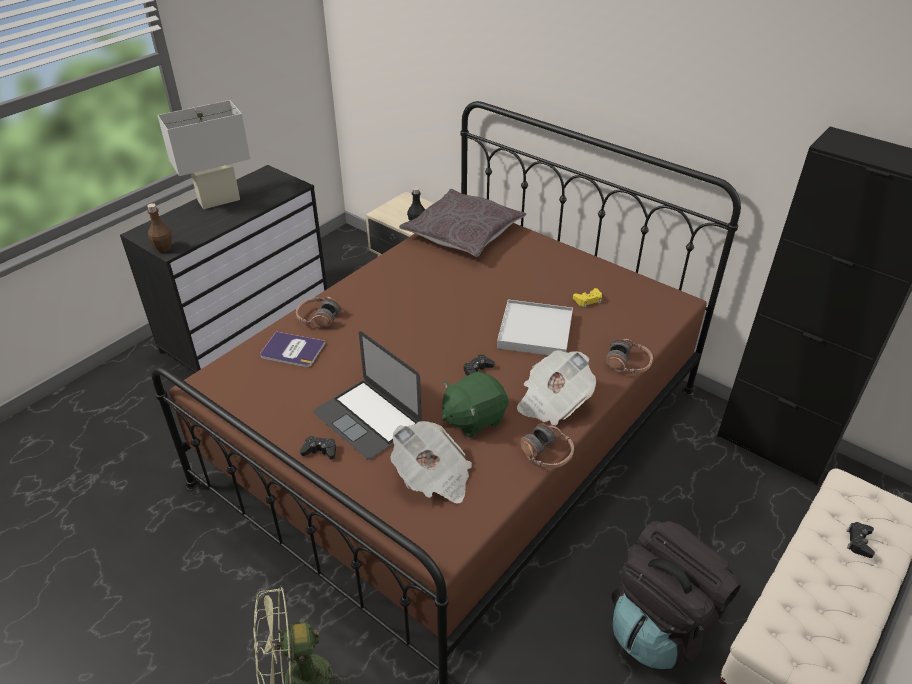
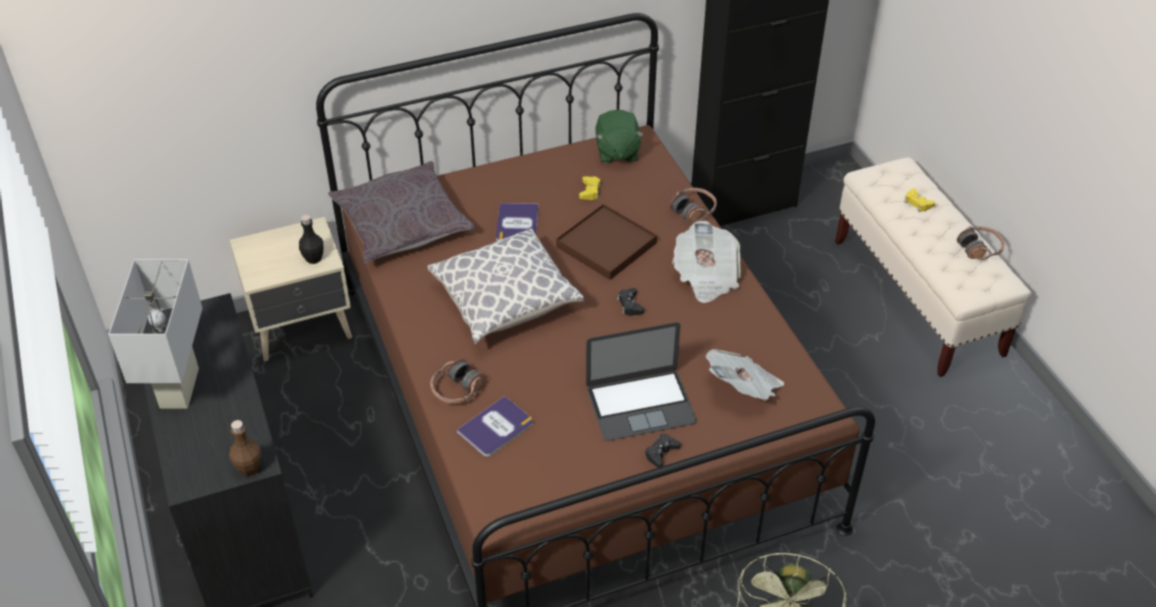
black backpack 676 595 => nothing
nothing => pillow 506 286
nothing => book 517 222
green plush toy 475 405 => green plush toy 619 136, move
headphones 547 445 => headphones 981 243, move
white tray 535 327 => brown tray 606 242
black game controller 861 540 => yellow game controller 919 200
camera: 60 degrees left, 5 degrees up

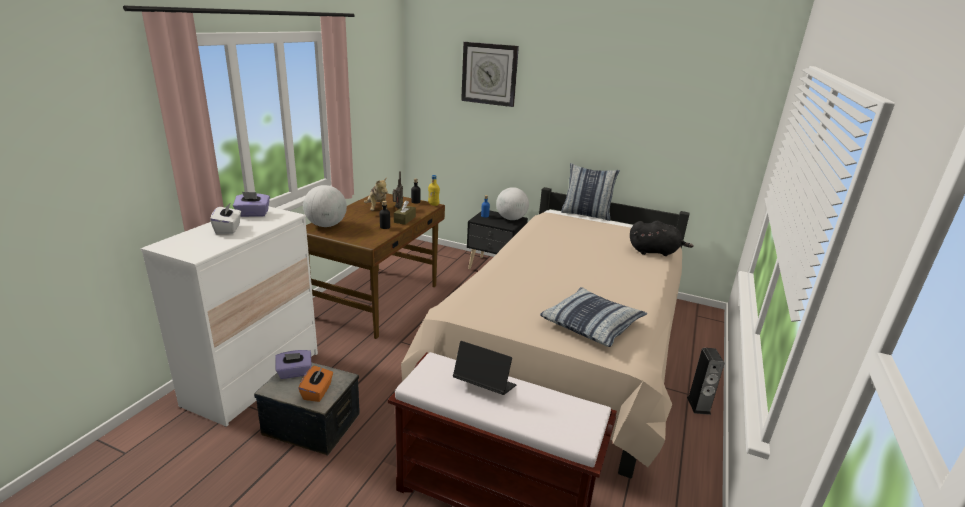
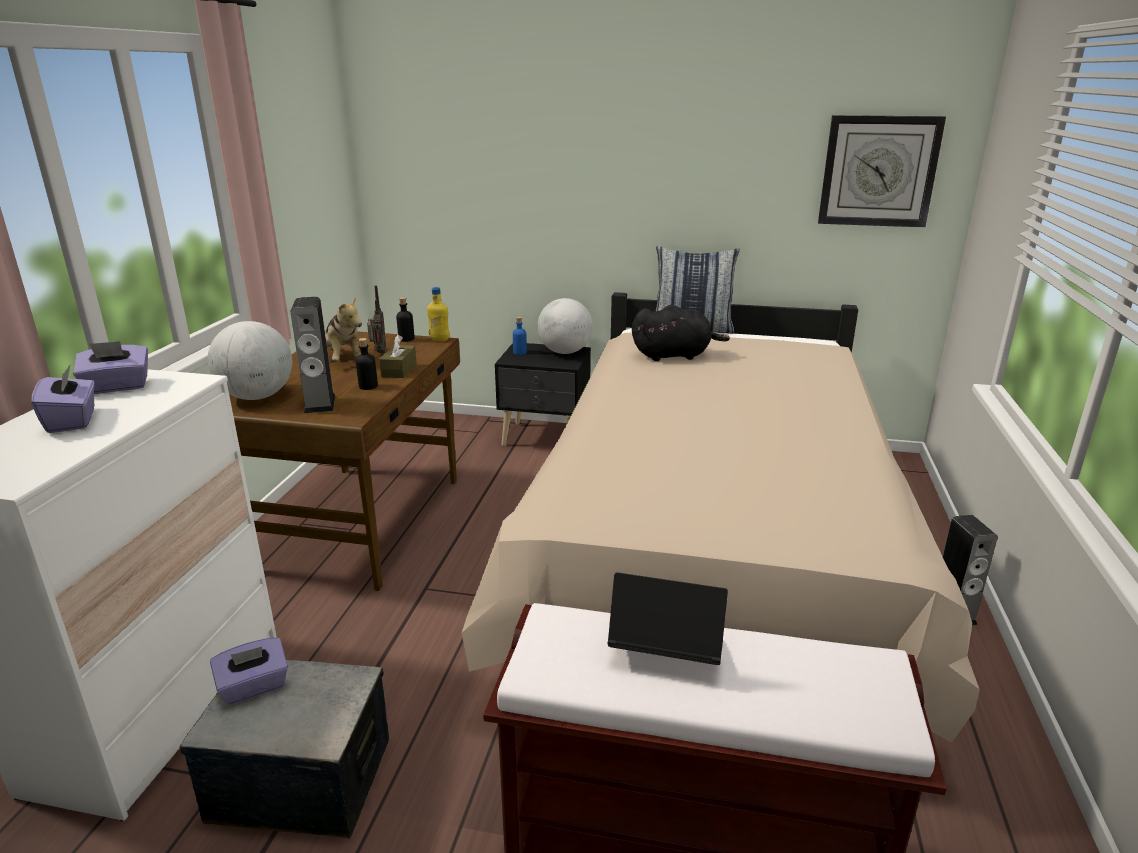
orange tissue box 315 384 => nothing
pillow 593 317 => nothing
nothing => speaker 313 355
wall clock 490 74 => wall clock 882 171, move
black plush toy 662 238 => black plush toy 681 333, move
white tissue box 225 218 => purple tissue box 63 398
camera: 10 degrees left, 0 degrees up

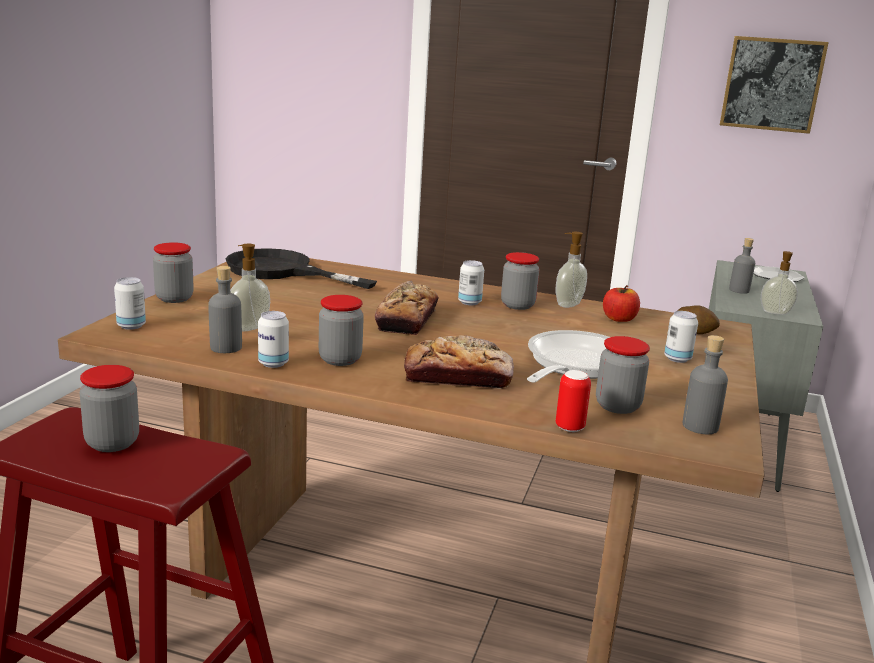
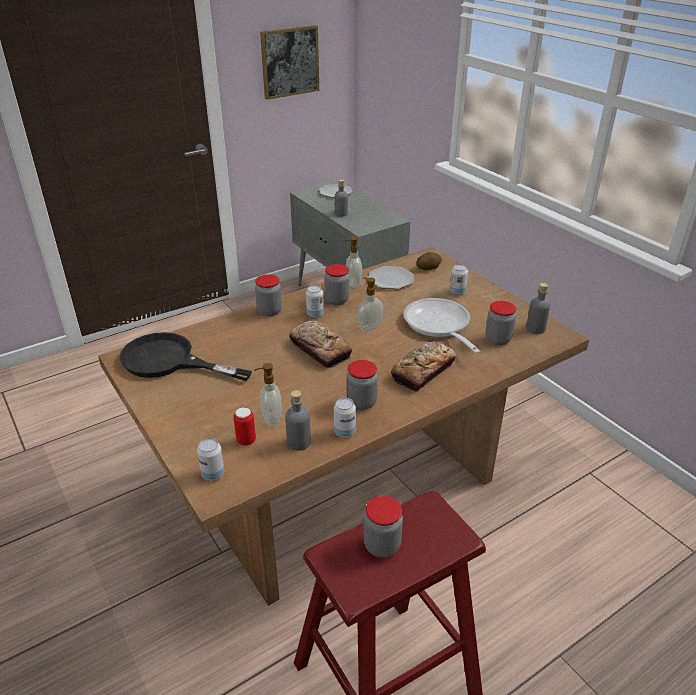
jar 173 272 => jar 268 295, move
can 573 401 => can 244 426, move
soap dispenser 779 283 => soap dispenser 370 305, move
apple 621 303 => plate 391 277
black frying pan 301 268 => black frying pan 185 356, 45 degrees clockwise
camera: 50 degrees left, 15 degrees up

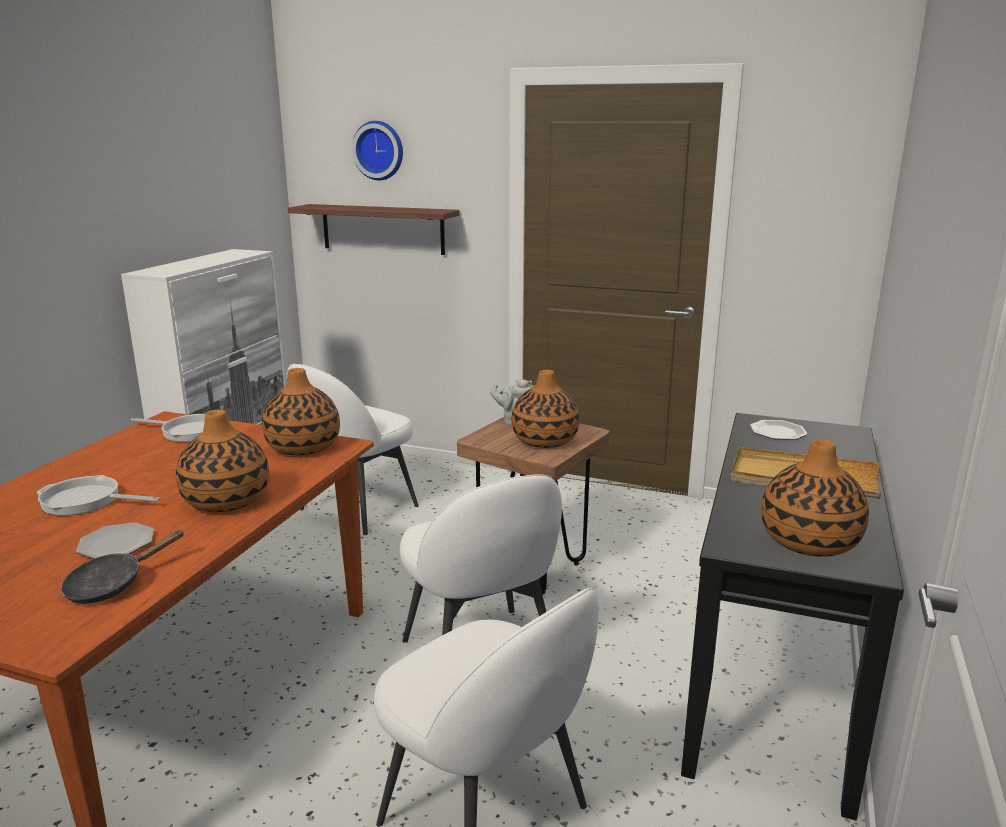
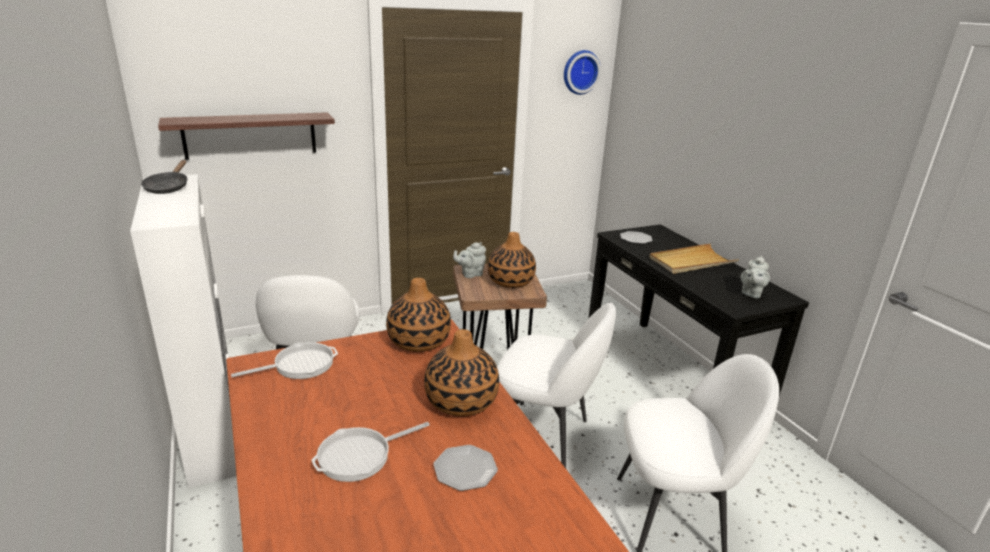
black frying pan 122 567 => black frying pan 164 177, move
wall clock 377 150 => wall clock 582 72, move
vase 815 498 => grey teapot 755 277
camera: 45 degrees left, 5 degrees up

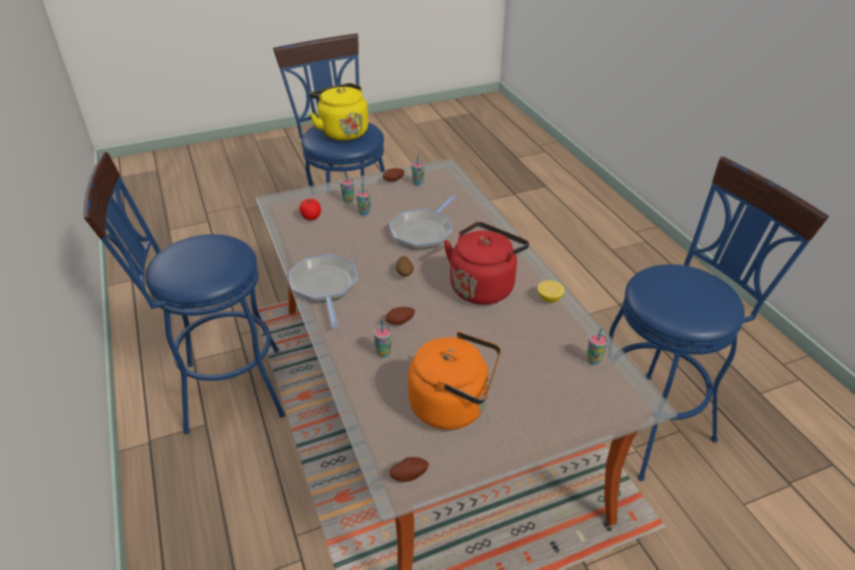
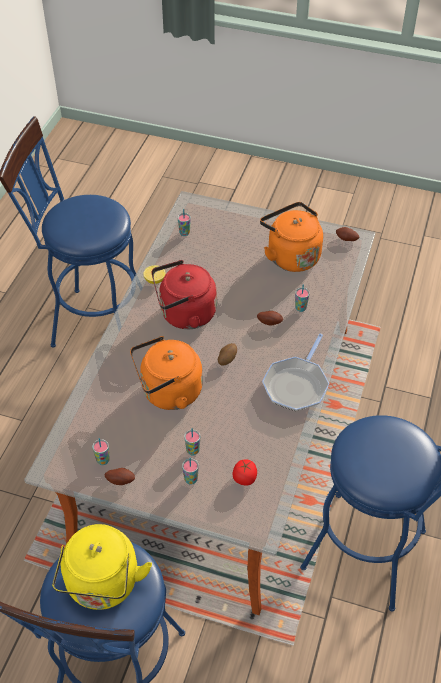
frying pan 422 222 => orange kettle 166 373
camera: 140 degrees left, 10 degrees up

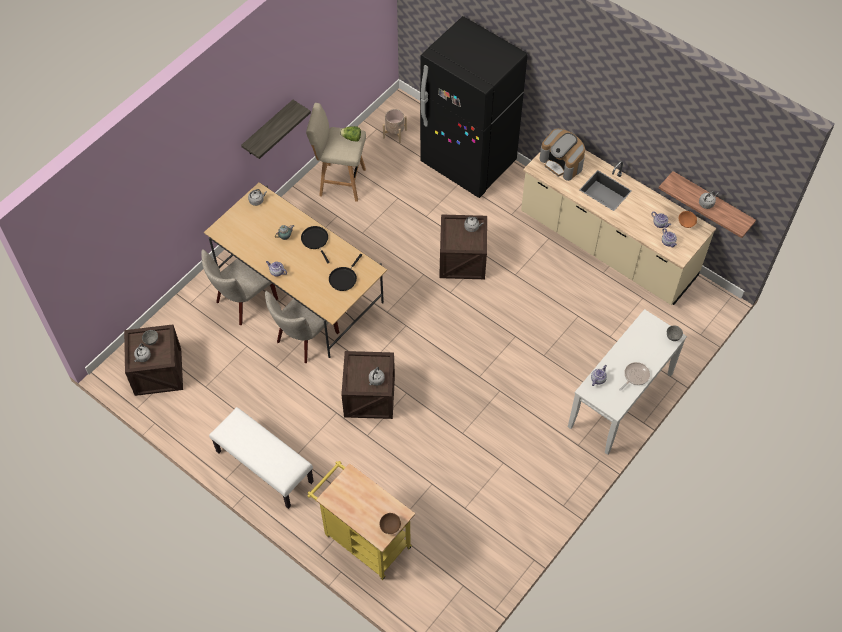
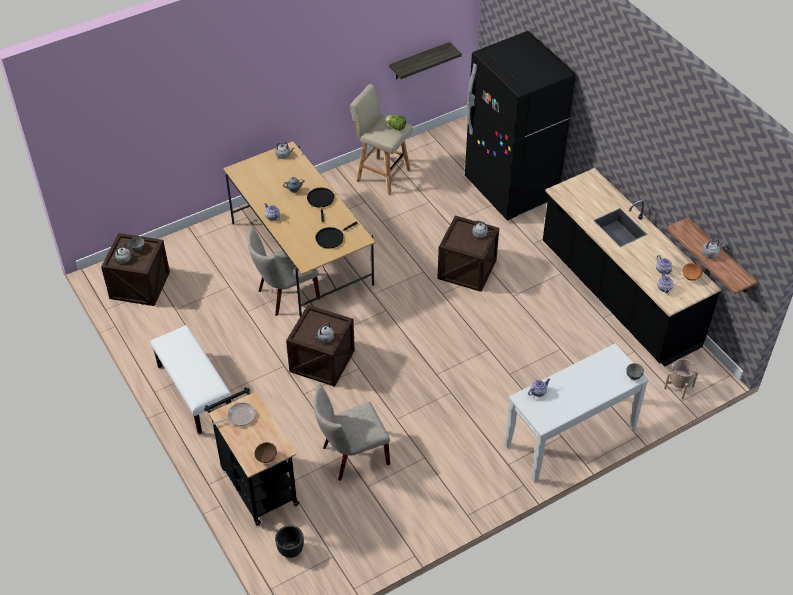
coffee machine 562 155 => nothing
nothing => black planter 289 541
beige chair 239 287 => beige chair 352 432, move
shelf 276 129 => shelf 425 60, move
beige planter 395 126 => beige planter 681 379, move
frying pan 634 376 => frying pan 234 414, move
yellow cart 361 520 => black cart 251 456
beige counter 618 227 => black counter 632 267
camera: 20 degrees right, 10 degrees down

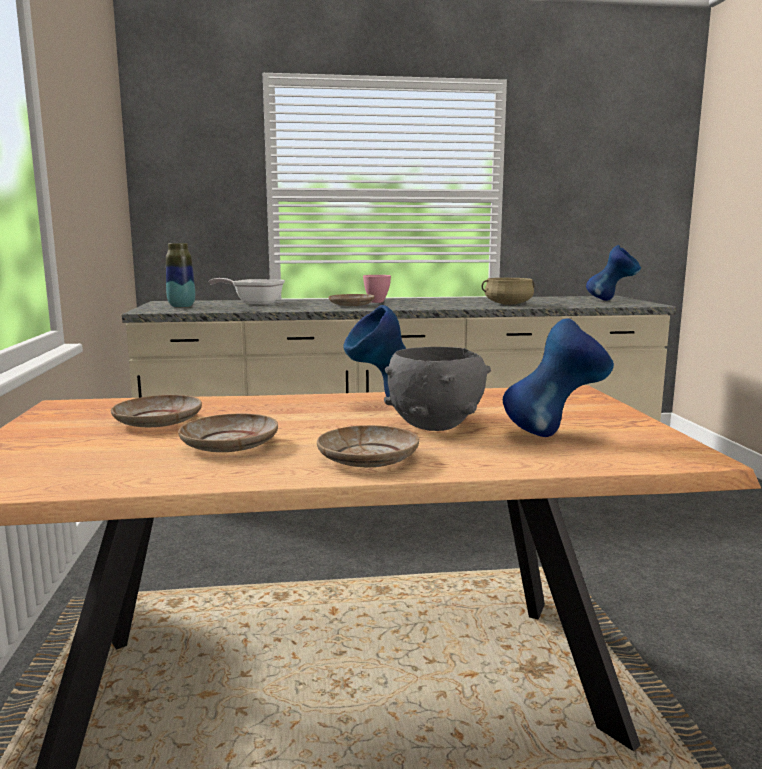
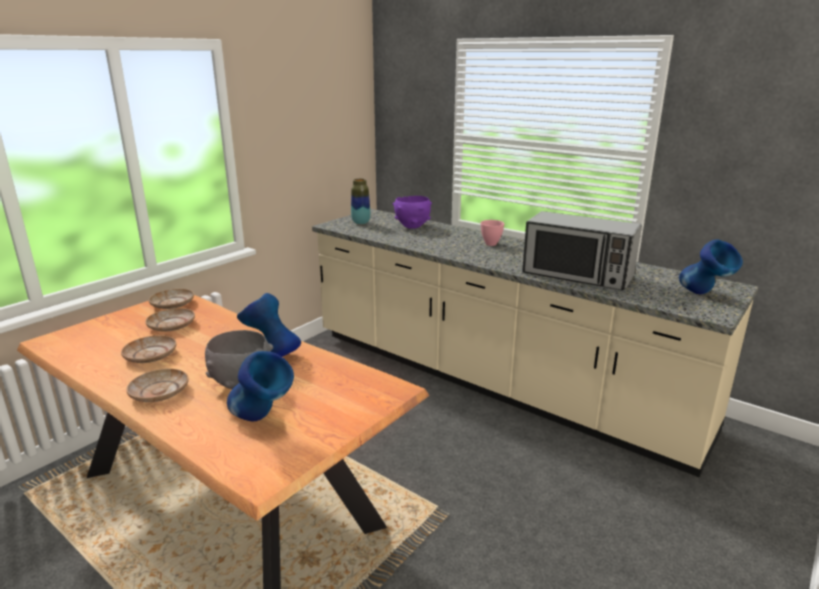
beige plate 351 300 => beige plate 171 299, move
frying pan 247 291 => purple bowl 412 212
beige cooking pot 508 291 => microwave 582 250
camera: 45 degrees right, 10 degrees up

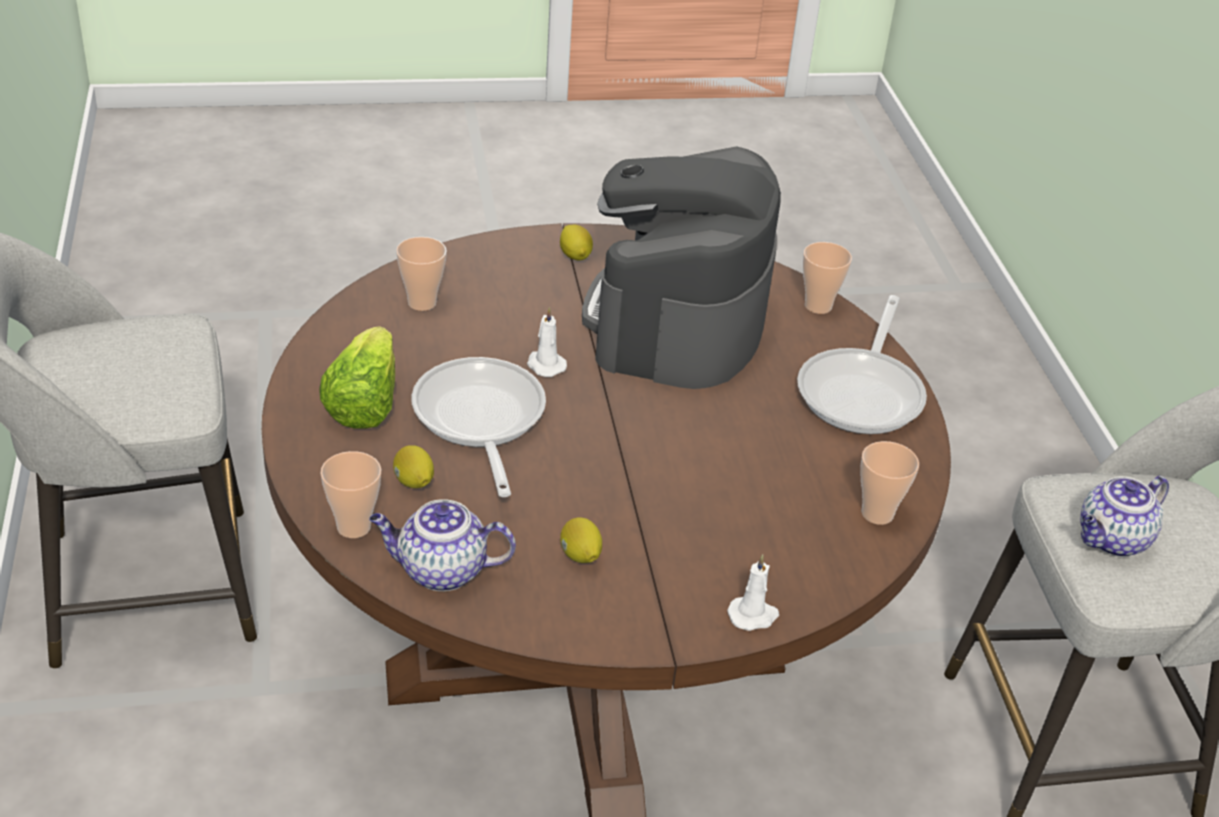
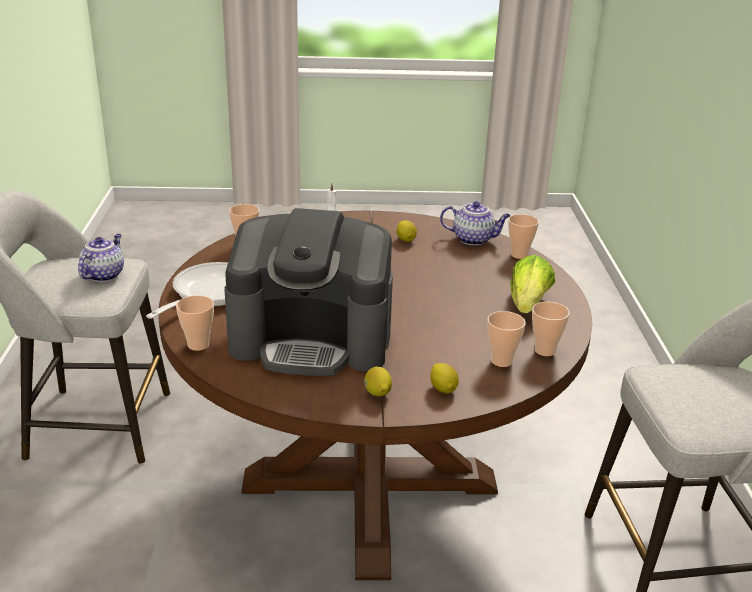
frying pan 478 427 => nothing
white candle 547 342 => nothing
nothing => cup 551 329
lemon 413 466 => lemon 444 378, move
coffee machine 681 267 => coffee machine 308 292, 75 degrees clockwise
teapot 1124 516 => teapot 101 258, 45 degrees counterclockwise
camera: 170 degrees left, 10 degrees down

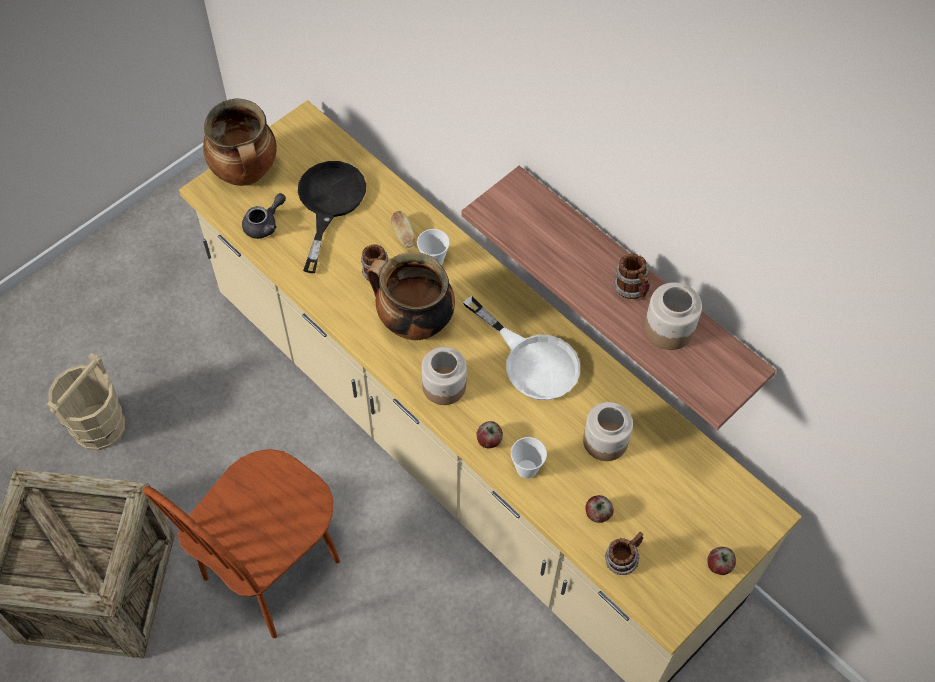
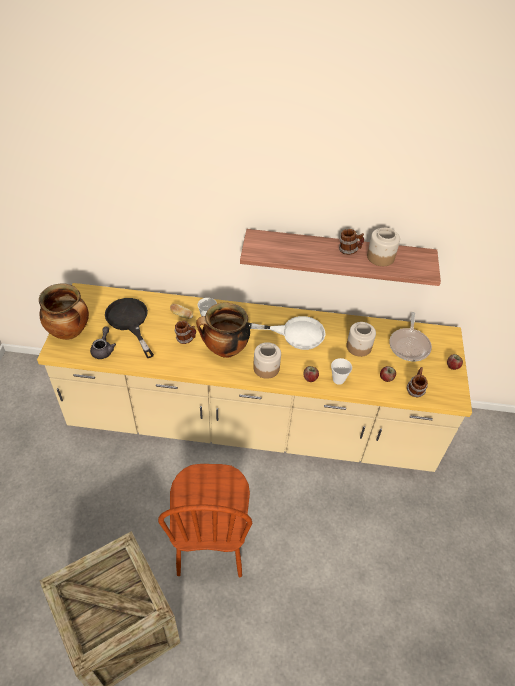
beige bucket 86 401 => nothing
nothing => frying pan 410 336
camera: 40 degrees left, 10 degrees down

